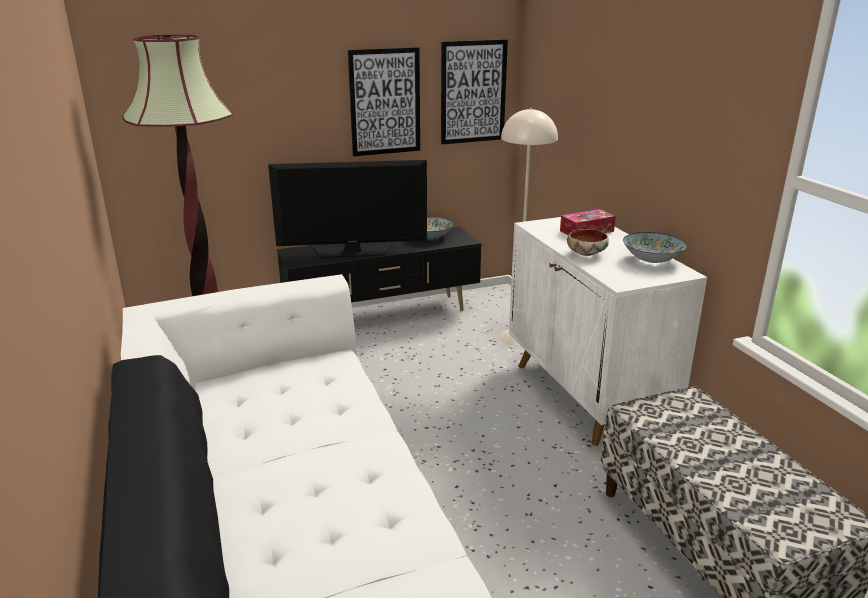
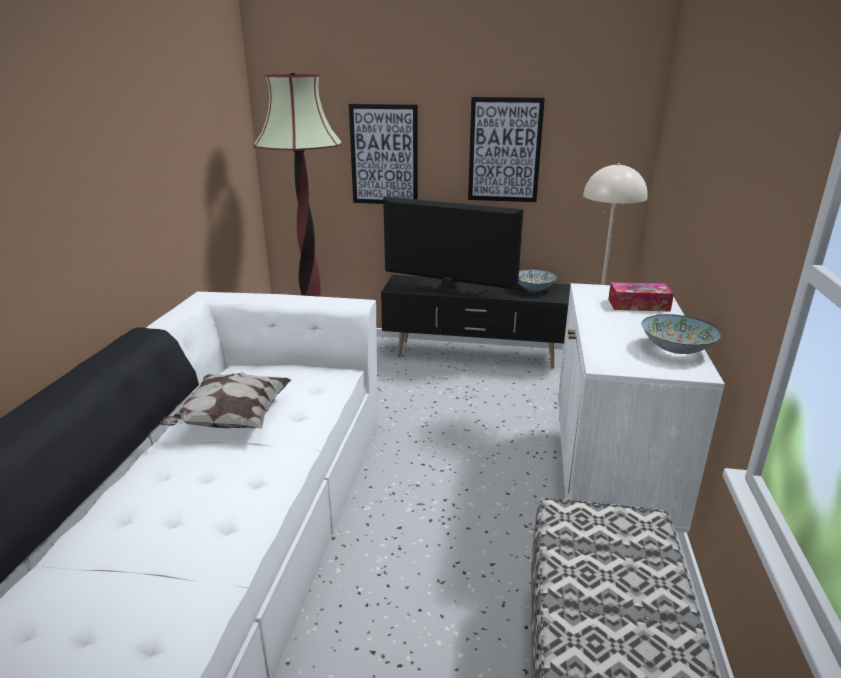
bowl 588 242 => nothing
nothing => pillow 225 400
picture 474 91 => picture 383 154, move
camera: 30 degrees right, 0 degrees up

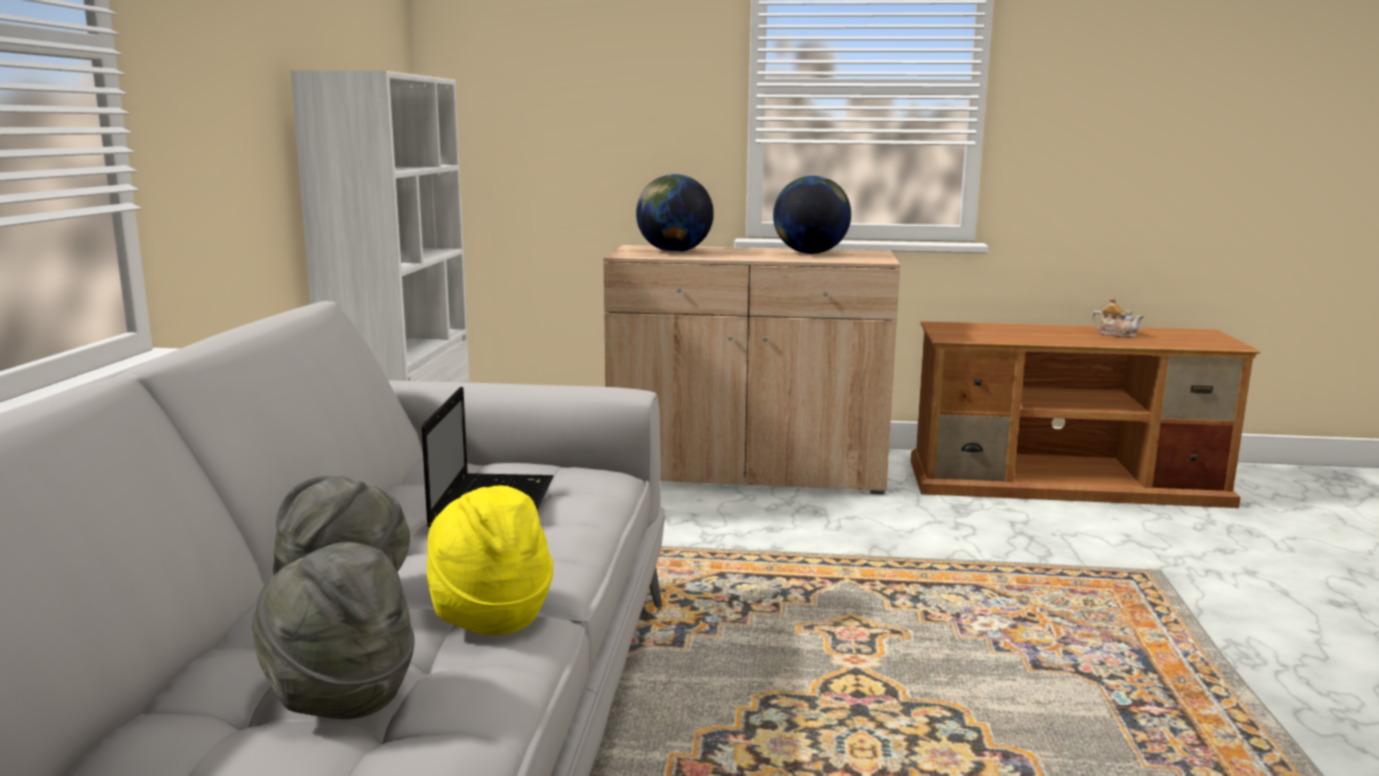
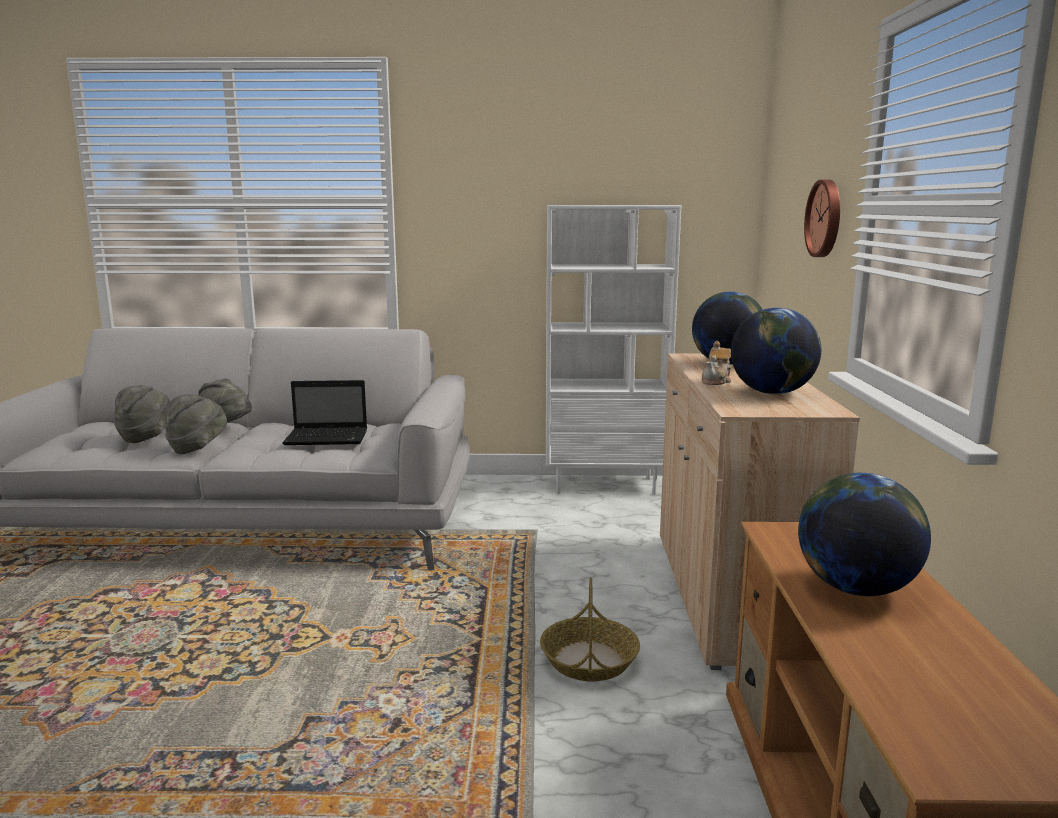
nothing => basket 590 629
nothing => globe 864 534
nothing => wall clock 822 218
teapot 1118 317 => teapot 716 363, move
yellow hat 490 560 => grey hat 196 424
camera: 85 degrees right, 0 degrees up

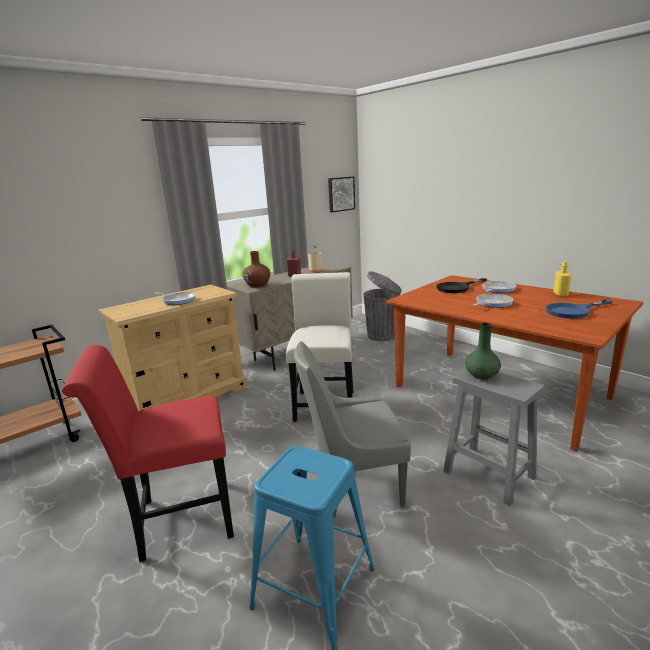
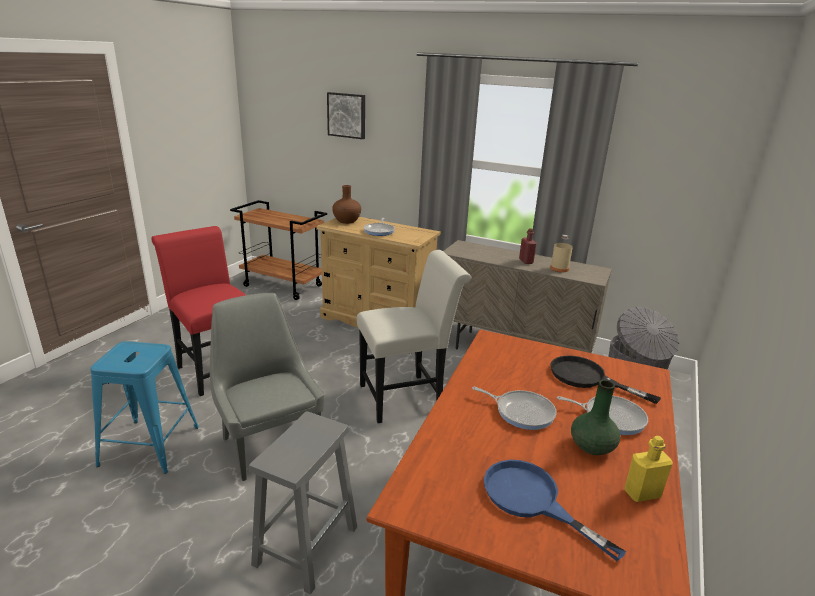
brown vase 256 269 => brown vase 346 204, move
picture 341 194 => picture 346 115, move
green vase 483 351 => green vase 595 417, move
camera: 65 degrees right, 5 degrees up

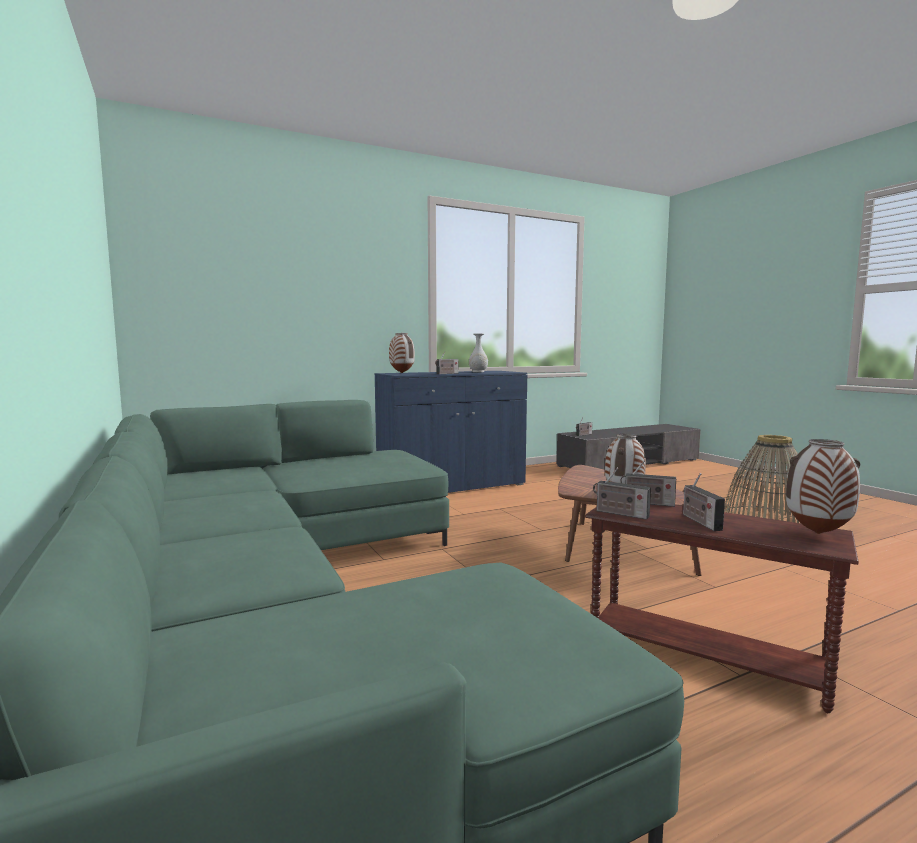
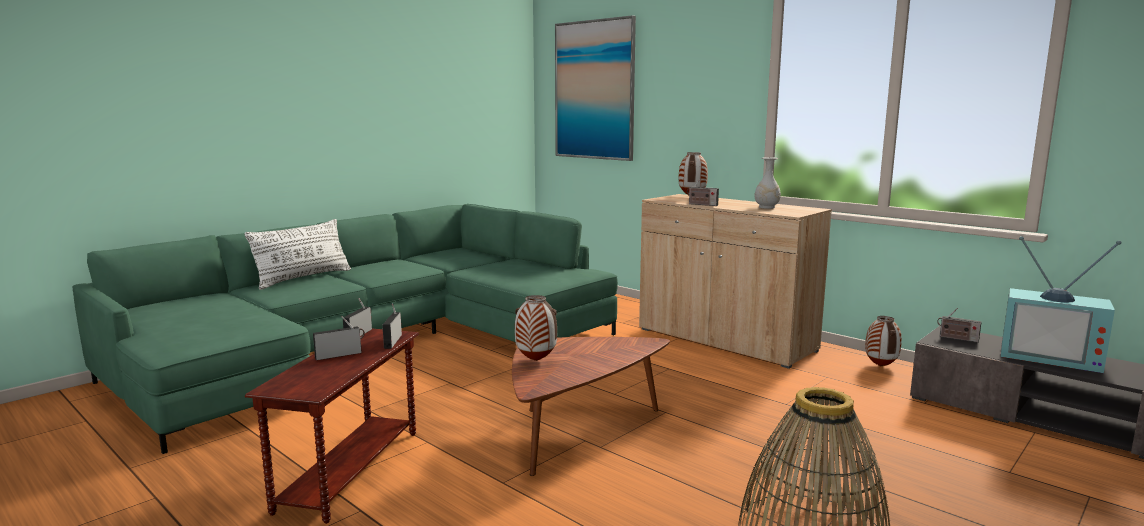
nothing => white pillow 298 254
nothing => picture 595 88
nothing => television 1061 304
vase 823 486 => vase 883 341, move
blue cabinet 451 432 => beige cabinet 735 281
camera: 70 degrees right, 5 degrees up

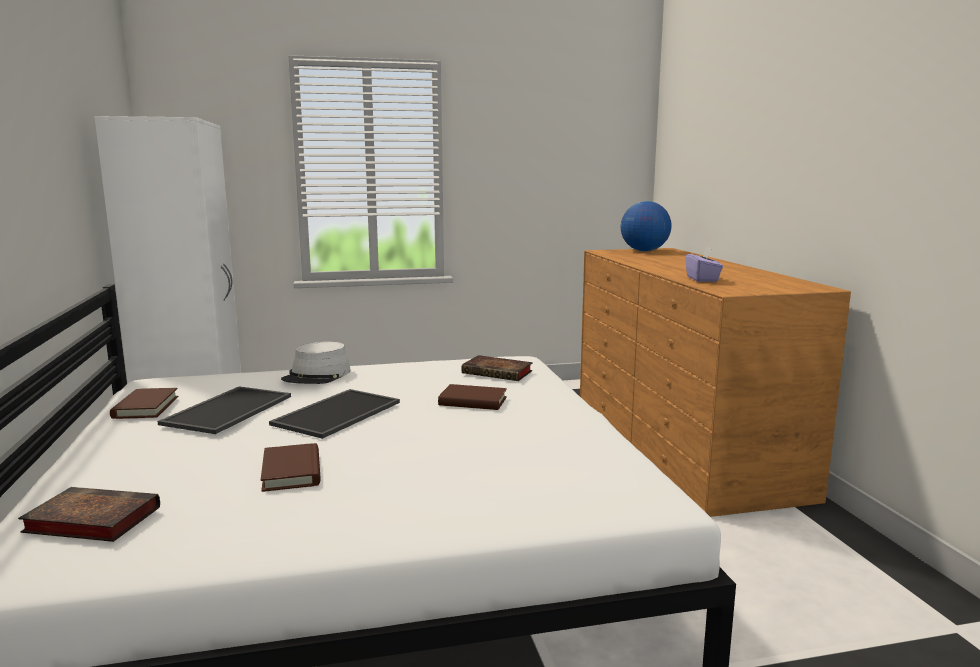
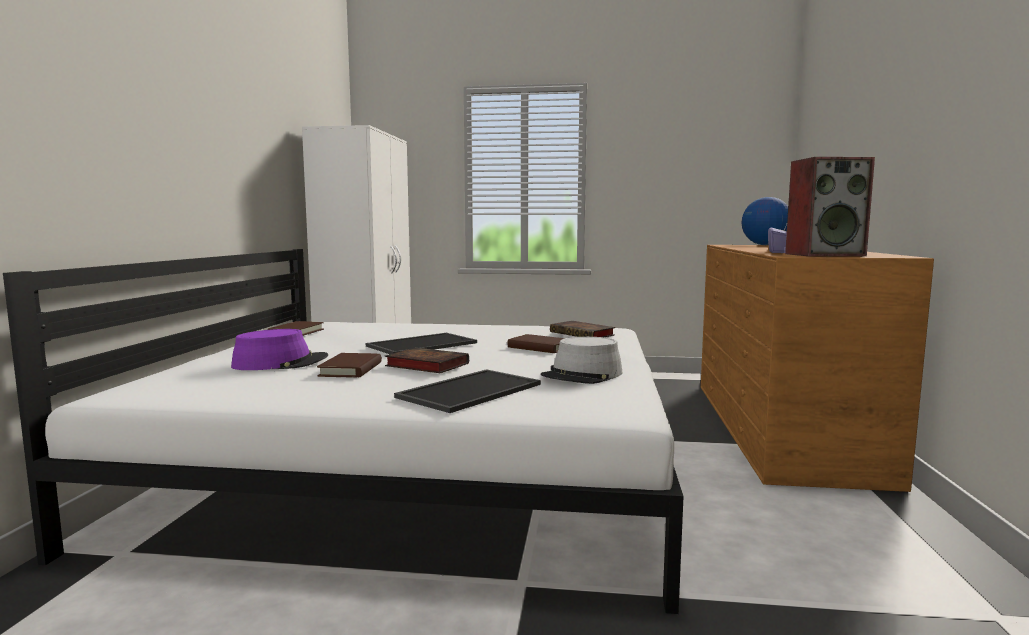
nothing => purple hat 279 349
nothing => speaker 830 206
book 89 514 => book 427 360, move
tray 224 410 => tray 467 391, move
grey hat 316 363 => grey hat 581 360, move
camera: 20 degrees right, 5 degrees down

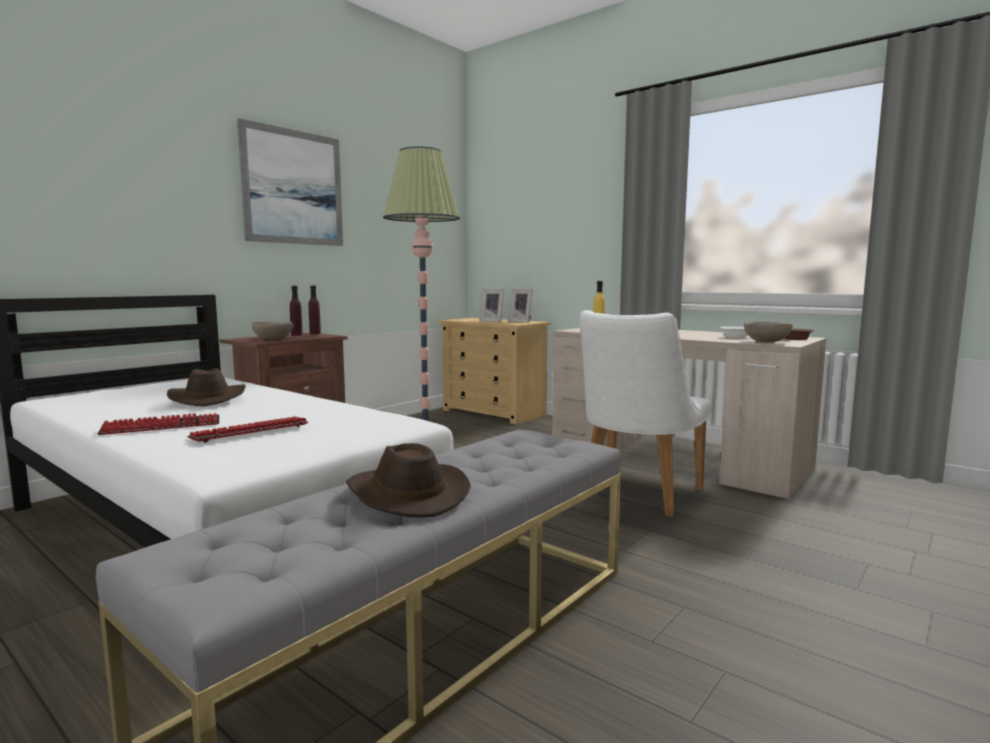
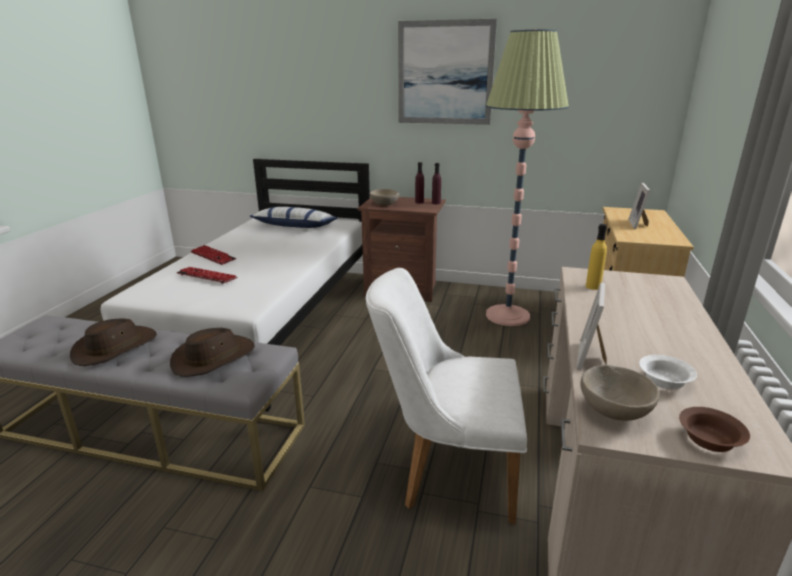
nothing => pillow 293 217
brown hat 206 387 => brown hat 212 352, move
picture frame 521 305 => picture frame 591 326, move
camera: 65 degrees right, 15 degrees up

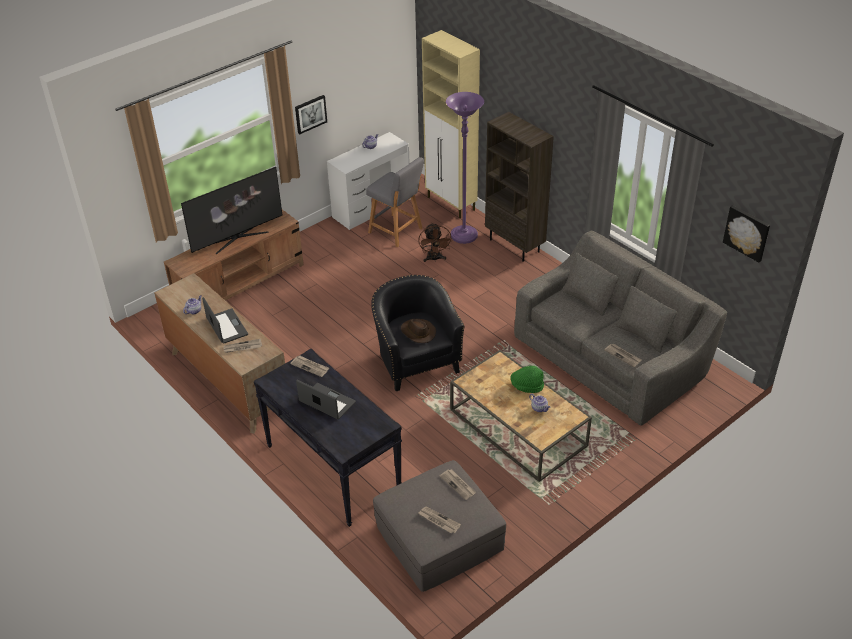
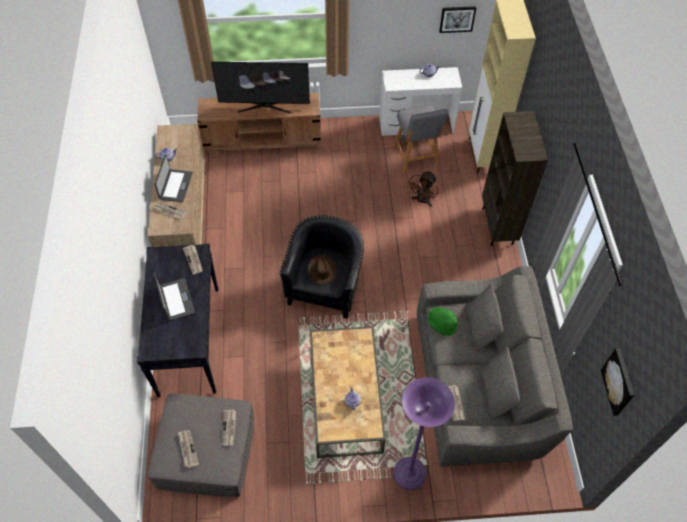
picture 311 114 => picture 457 19, move
purple floor lamp 465 168 => purple floor lamp 424 433, move
green hat 527 379 => green hat 442 321, move
camera: 35 degrees right, 15 degrees up

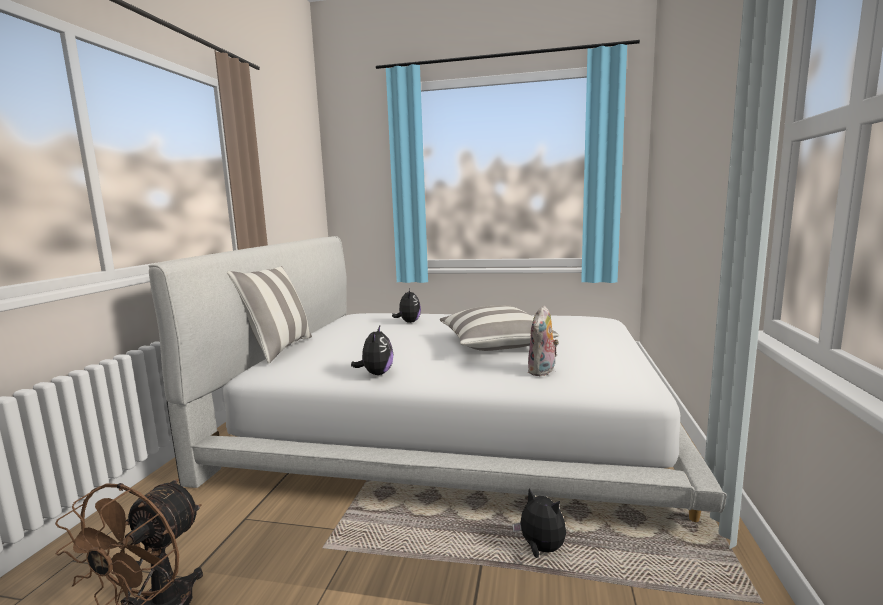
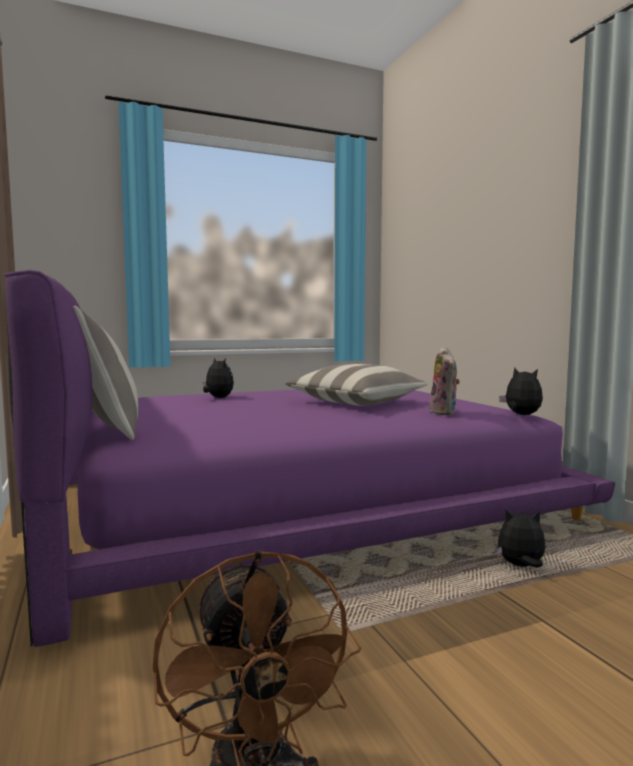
plush toy 372 350 => plush toy 521 391, move
white bed 438 379 => purple bed 309 458
camera: 35 degrees left, 5 degrees down

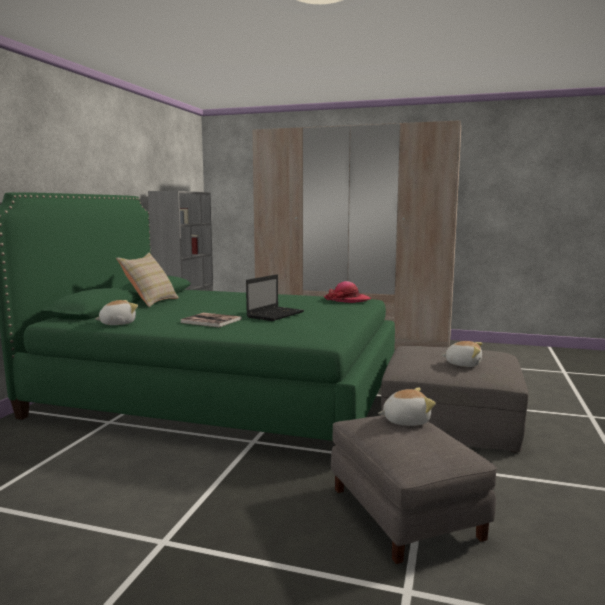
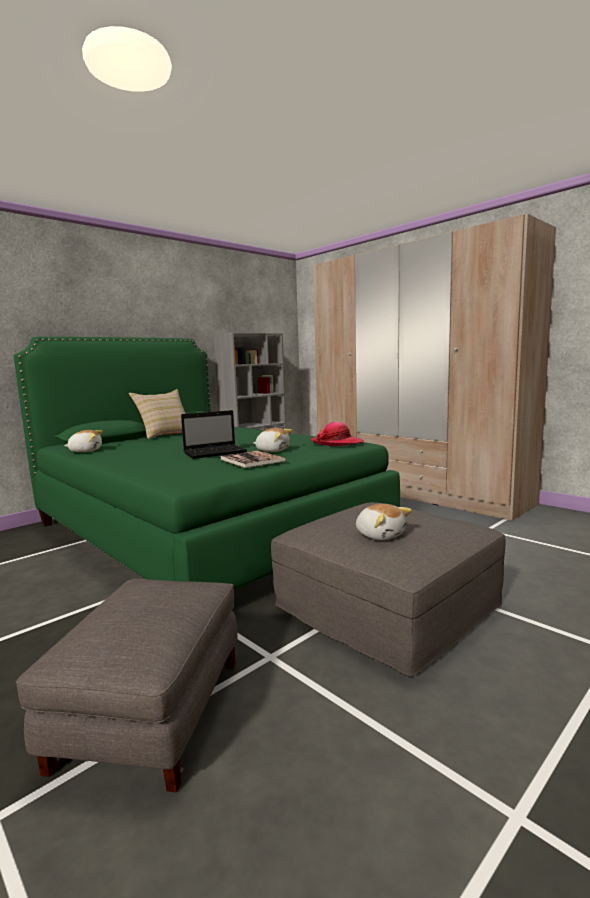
book 211 320 => book 253 459, move
plush toy 407 407 => plush toy 272 440, move
camera: 30 degrees right, 0 degrees up

